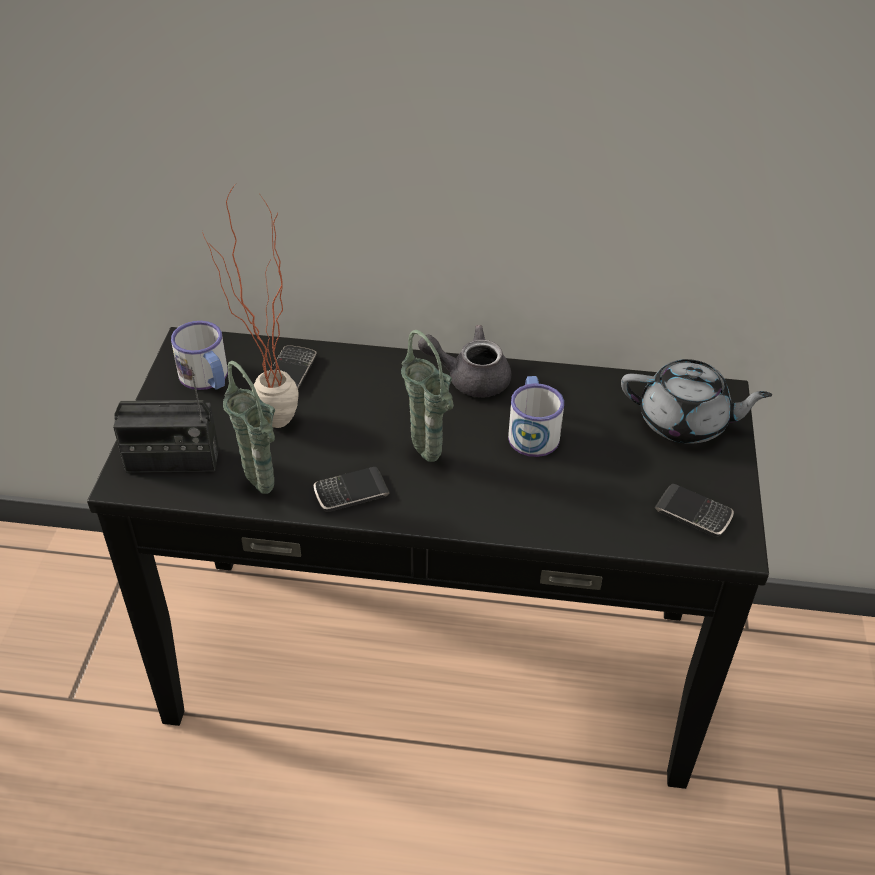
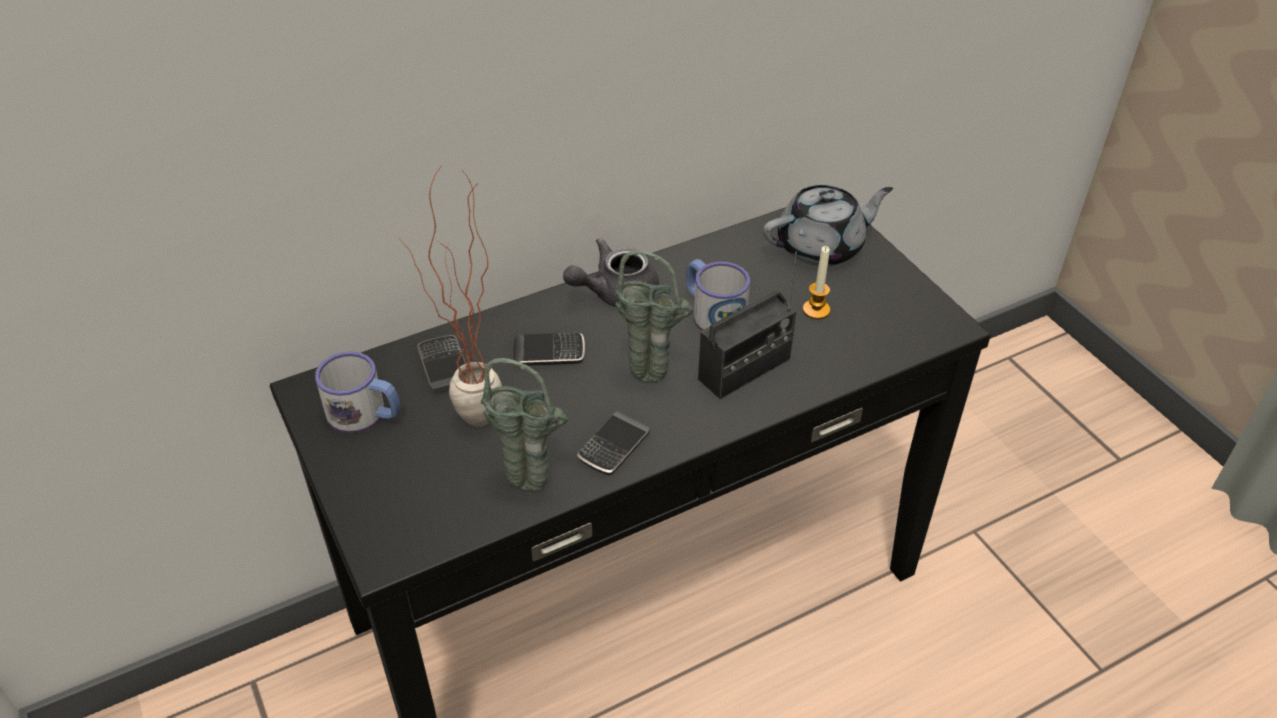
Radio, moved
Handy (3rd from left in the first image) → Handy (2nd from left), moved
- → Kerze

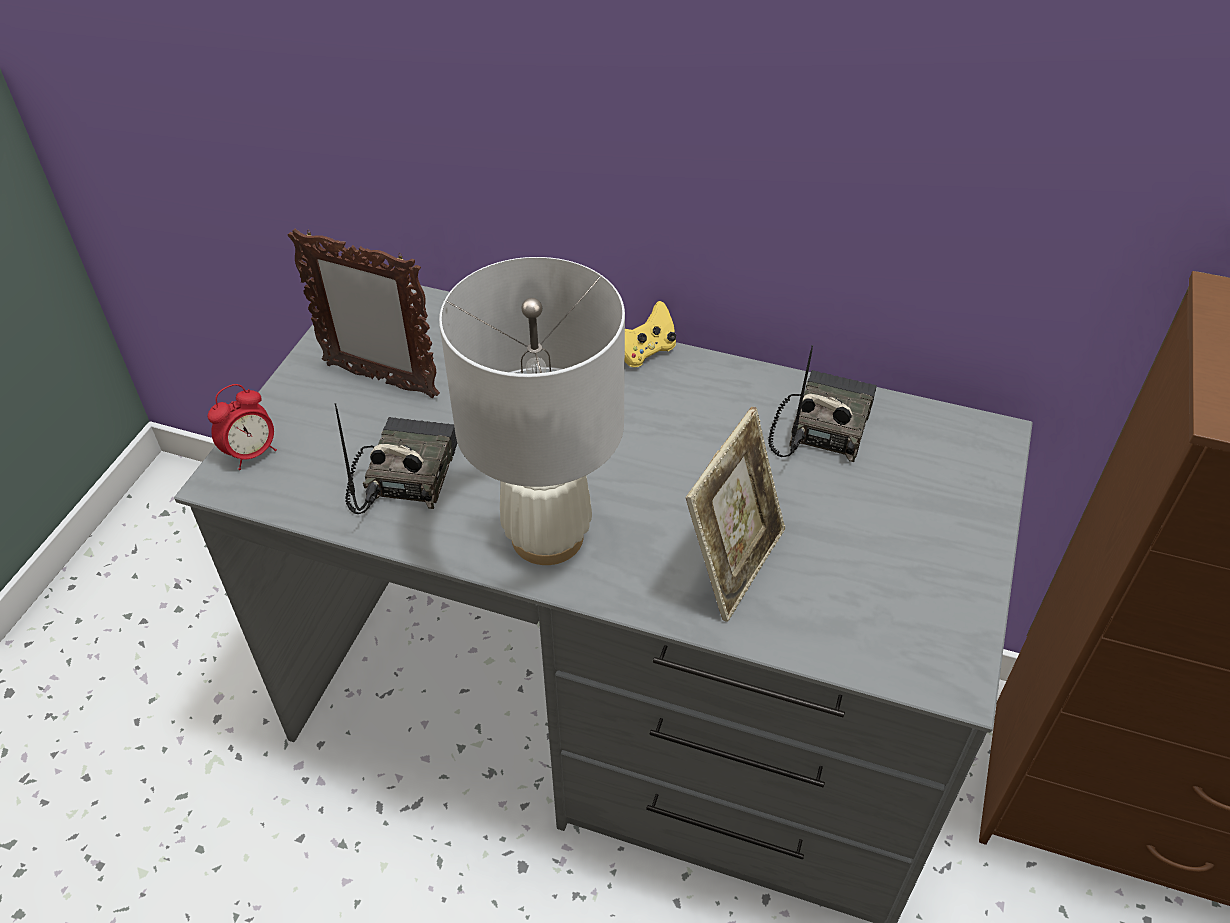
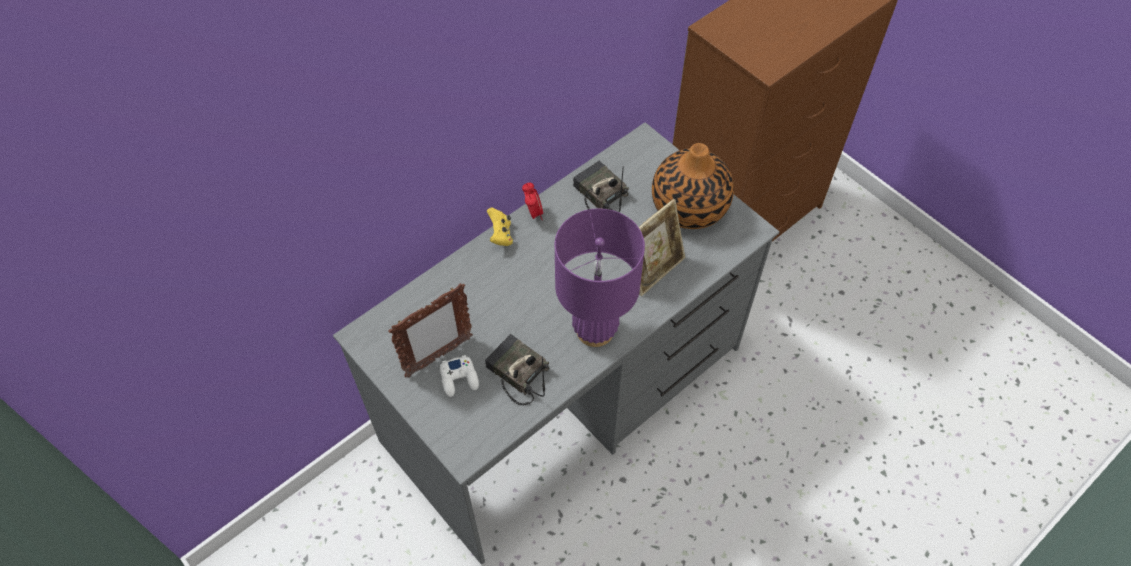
Wecker, moved
Tischlampe (weiß) → Tischlampe (lila)
Bilderrahmen (2nd from left), 75 degrees clockwise
- → Gamepad (weiß)
- → Vase

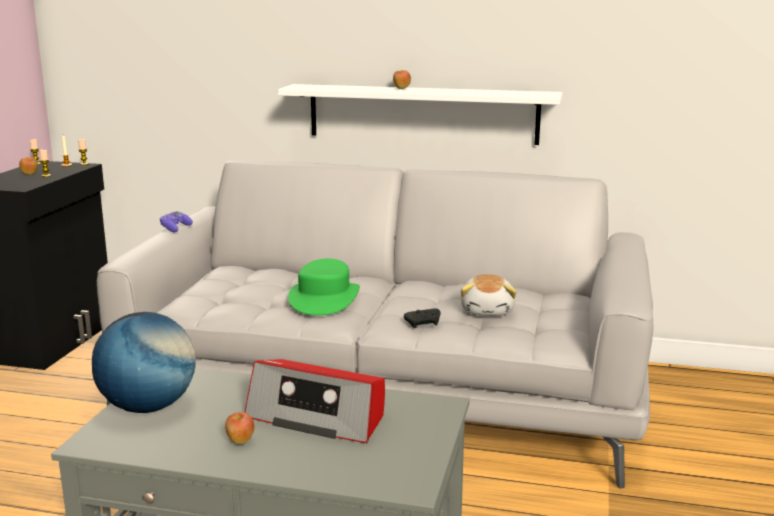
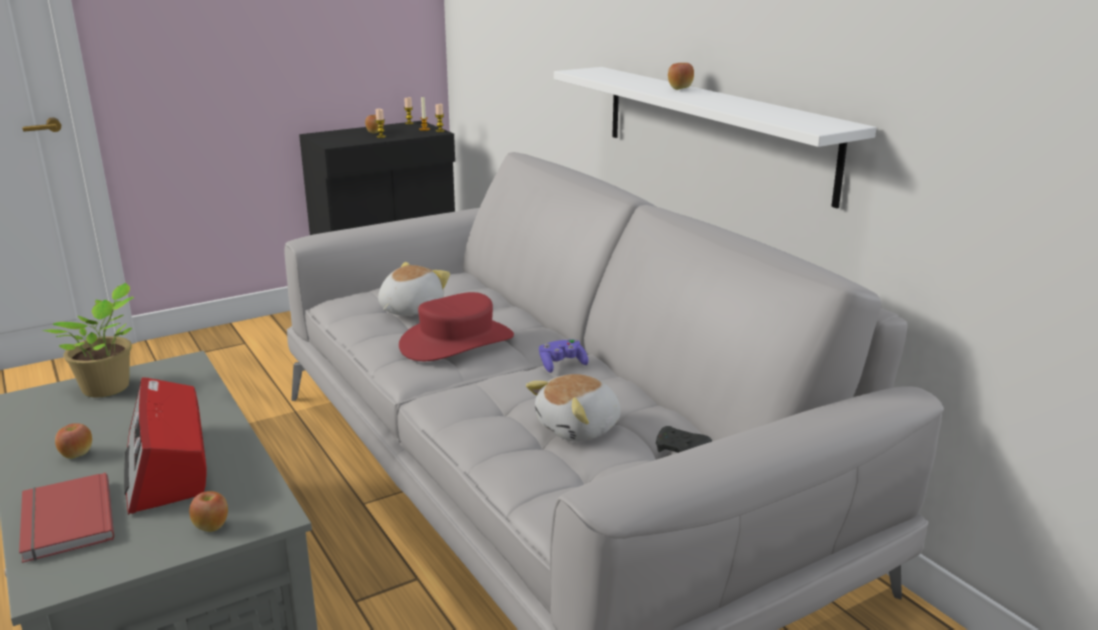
Globus → Topfpflanze
Gamepad (lila), moved
Hut (grün) → Hut (rot)
Gamepad (schwarz), moved
- → Buch (rot)
- → Apfel (2nd from left)
- → Plüschtier (1st from left)

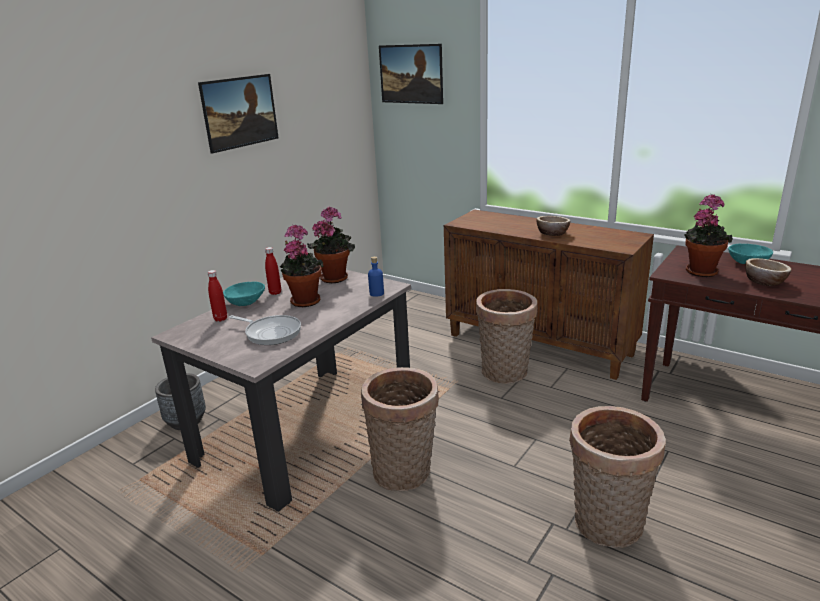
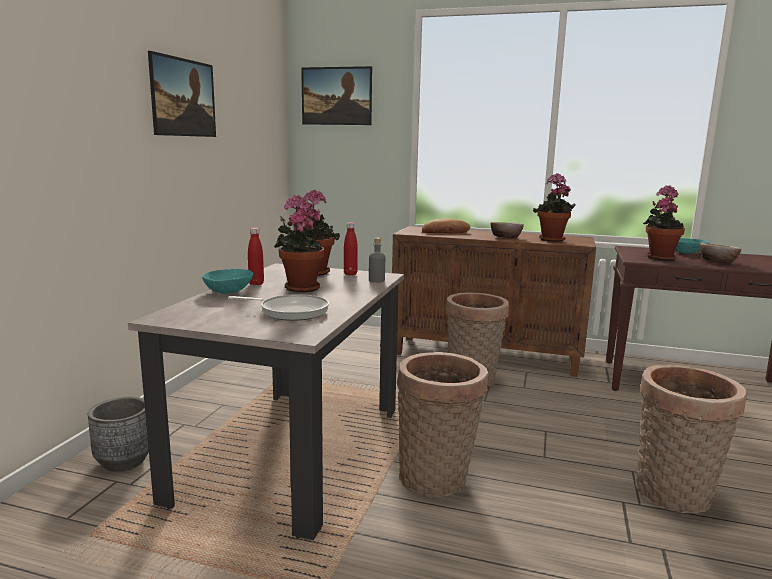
Flasche (rot) (1st from left in the first image) → Flasche (rot) (2nd from left), moved
Flasche (blau) → Flasche (grau)
- → Brot
- → Topfpflanze (3rd from left)

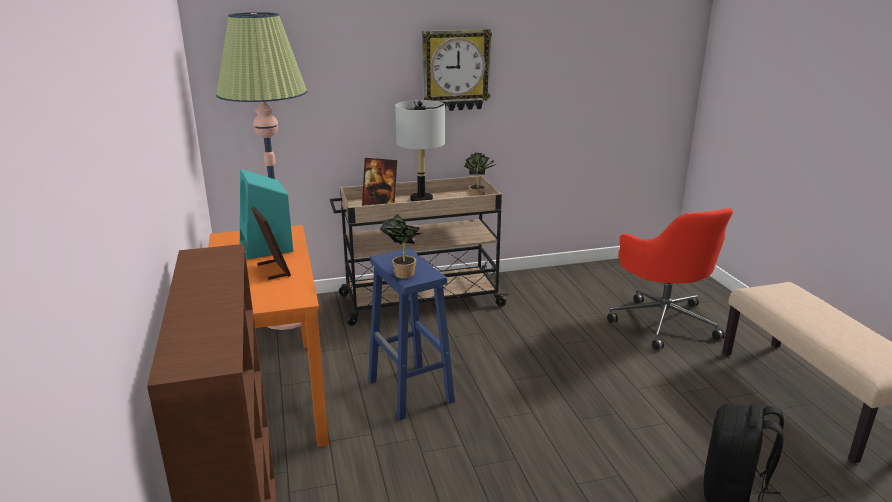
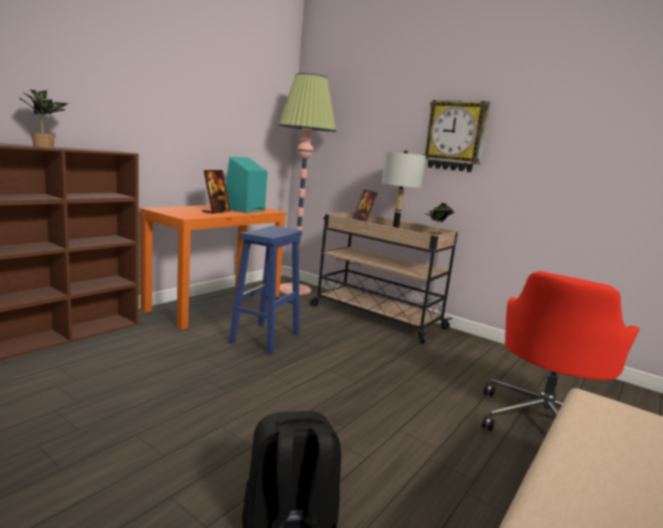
Topfpflanze (1st from left), moved

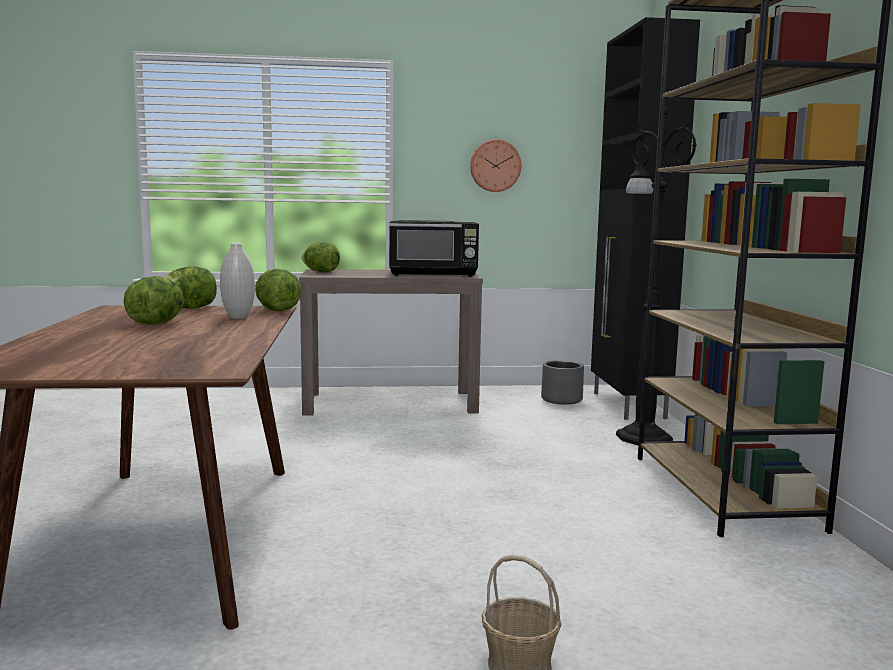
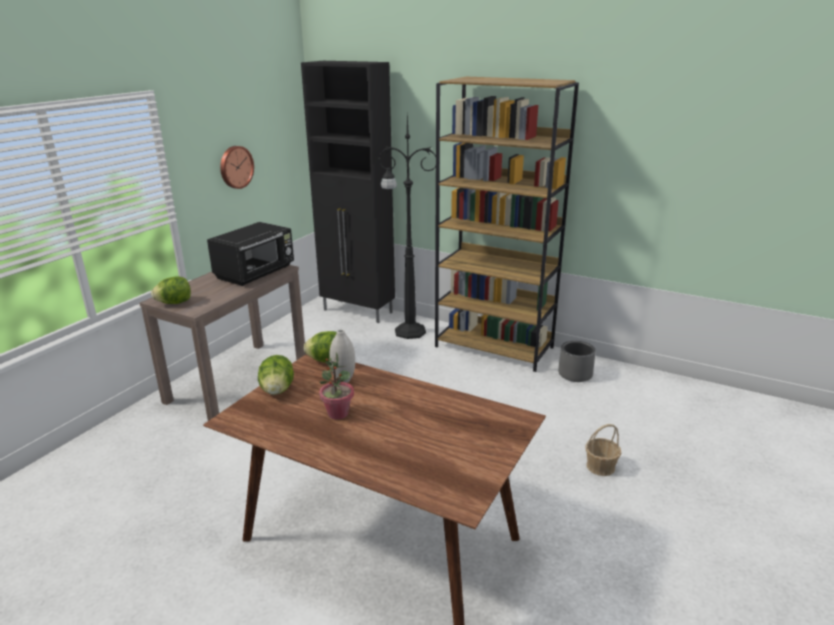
Salatkopf (1st from left) → Topfpflanze
Pflanzkübel (grau), moved

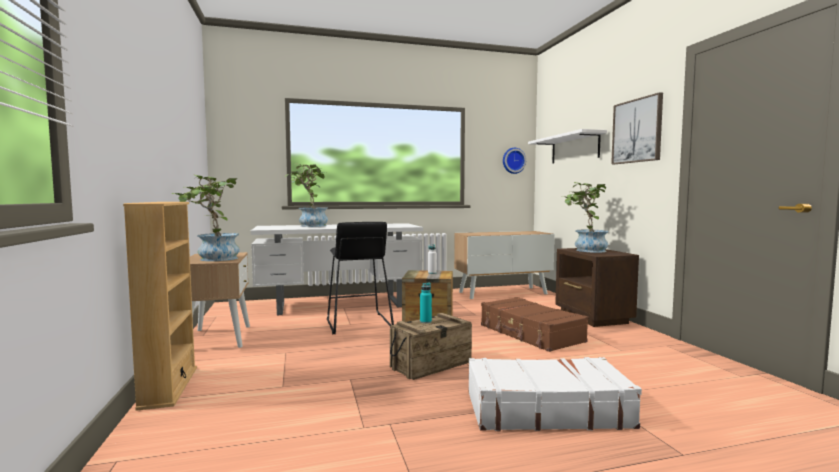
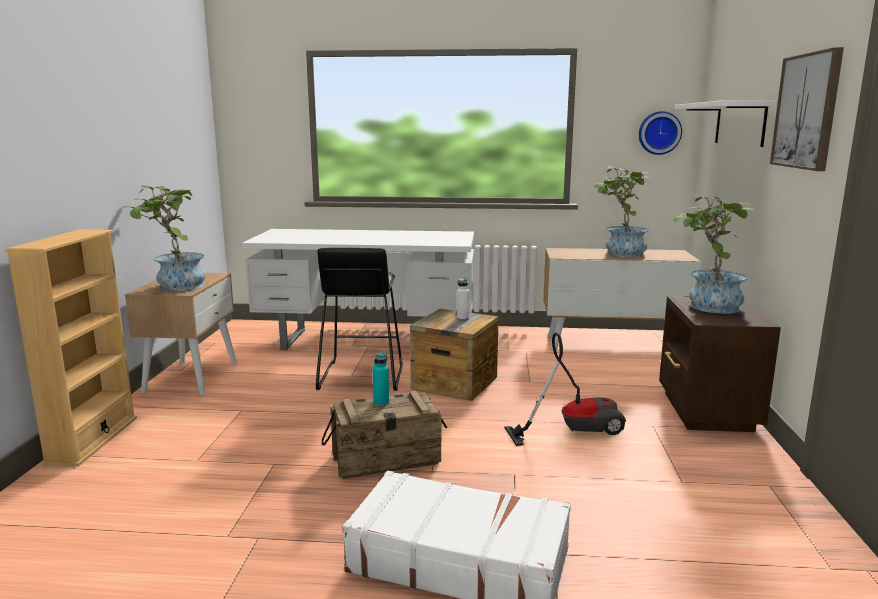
Topfpflanze (2nd from left), moved
Koffer (braun) → Staubsauger

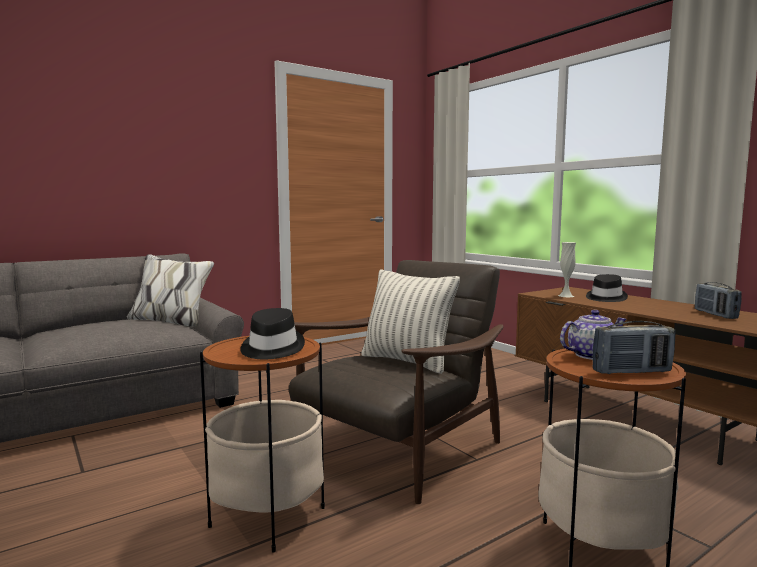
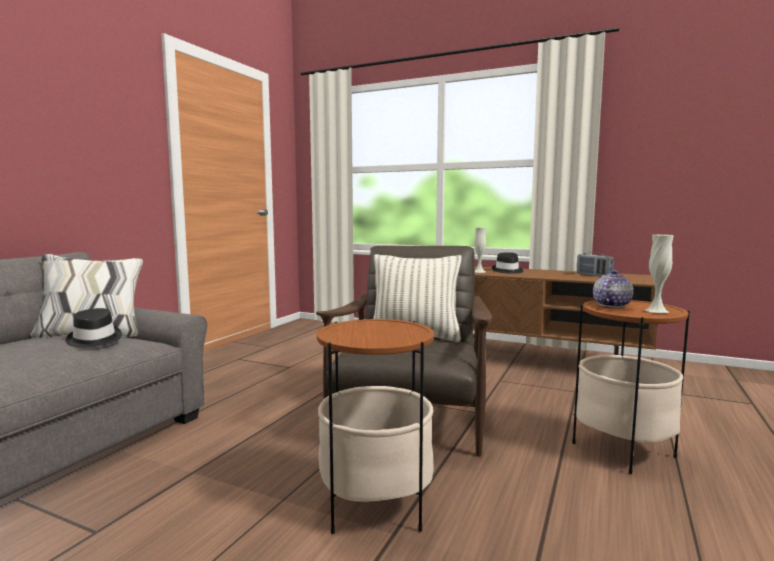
Hut (schwarz) (1st from left), moved
Radio (1st from left) → Vase (weiß) (2nd from left)

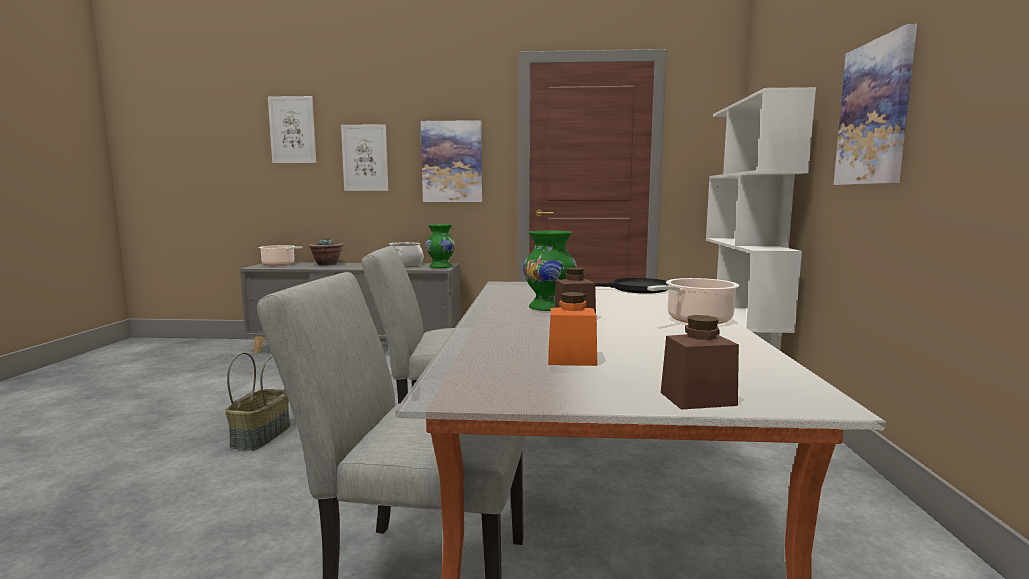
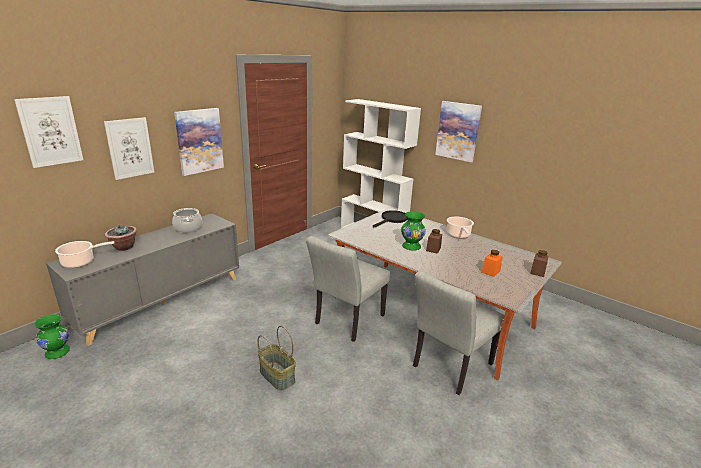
Vase (grün) (1st from left), moved

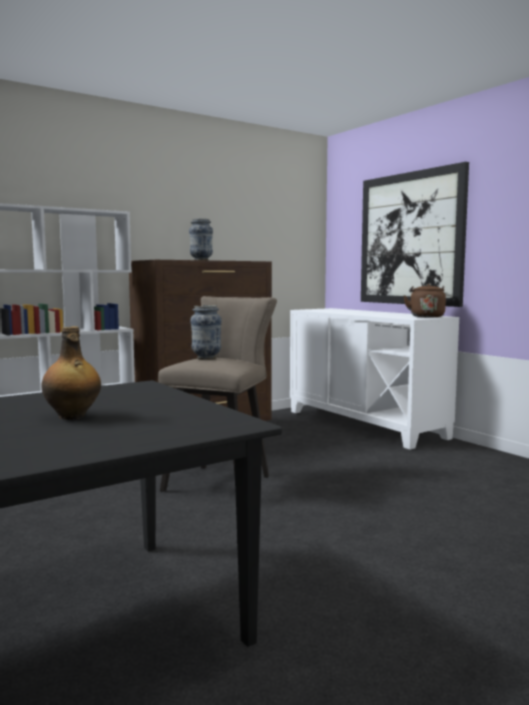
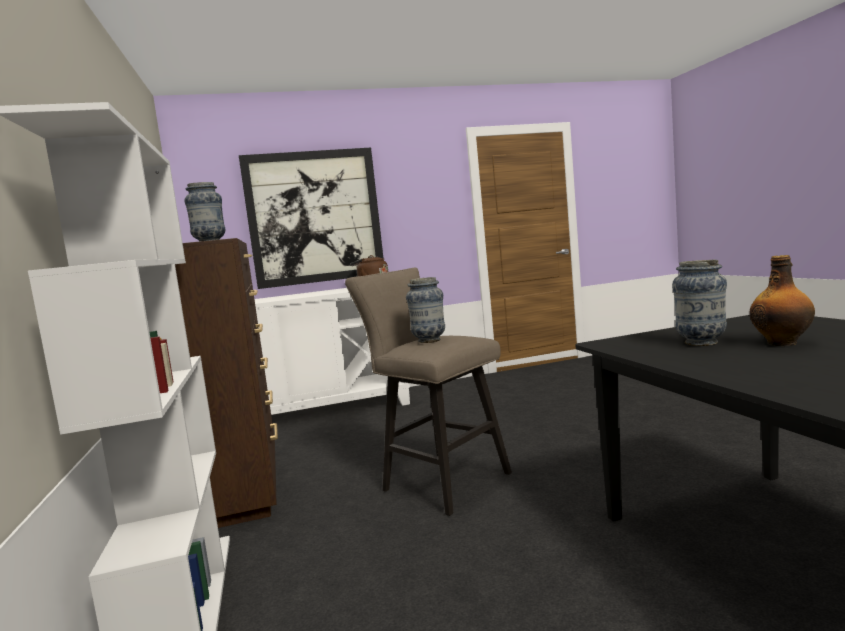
- → Vase (3rd from left)

